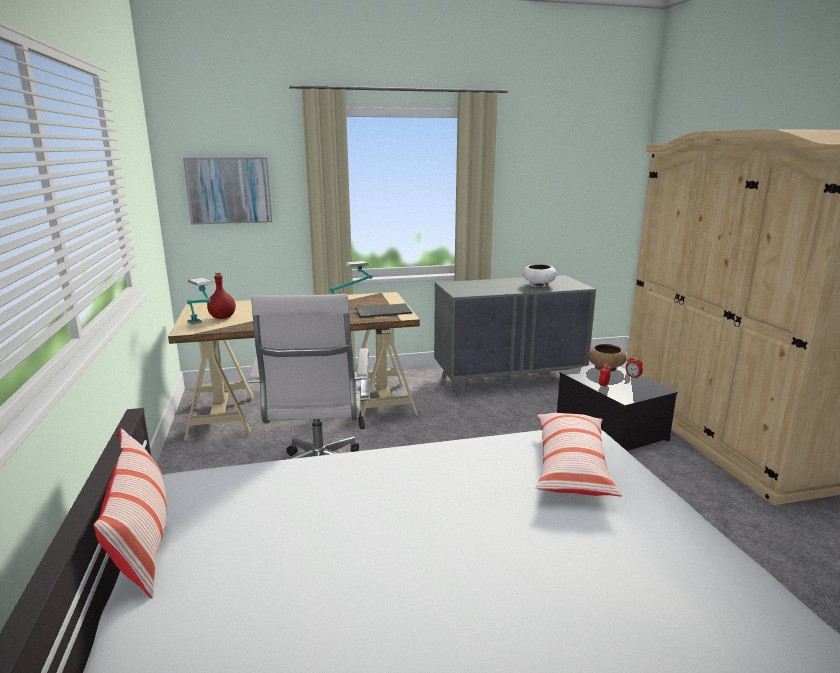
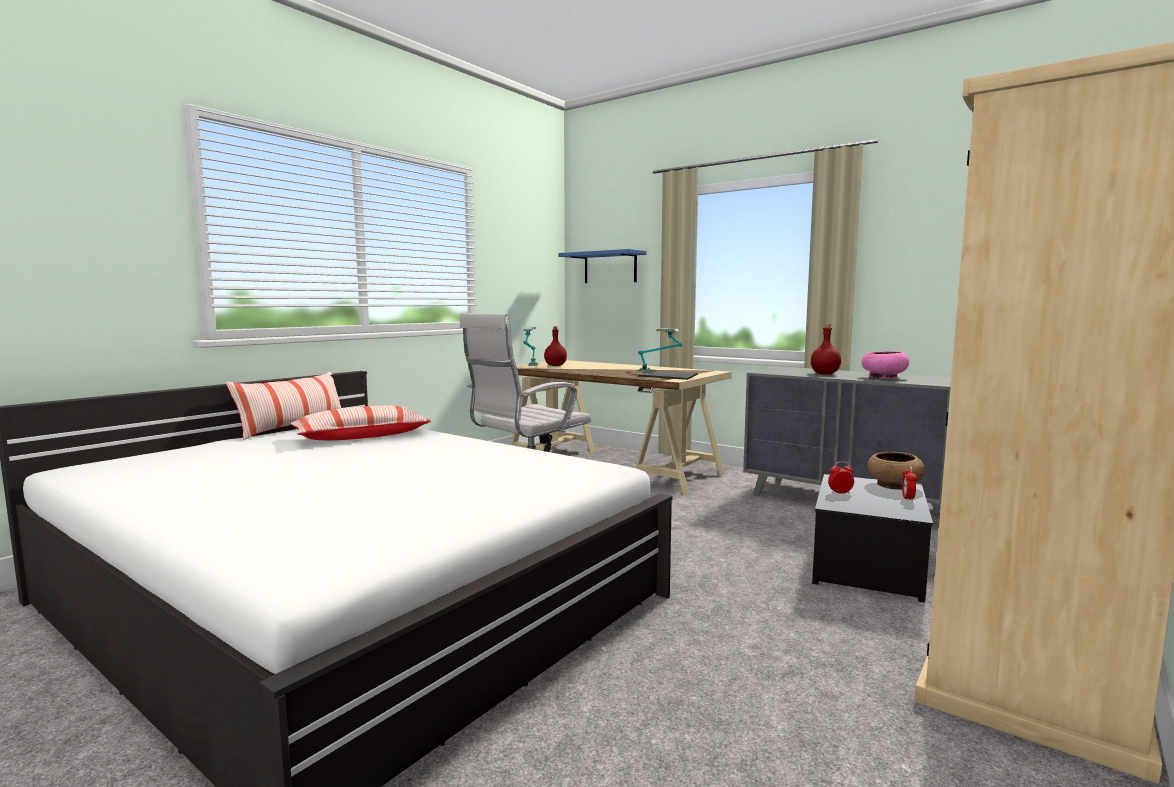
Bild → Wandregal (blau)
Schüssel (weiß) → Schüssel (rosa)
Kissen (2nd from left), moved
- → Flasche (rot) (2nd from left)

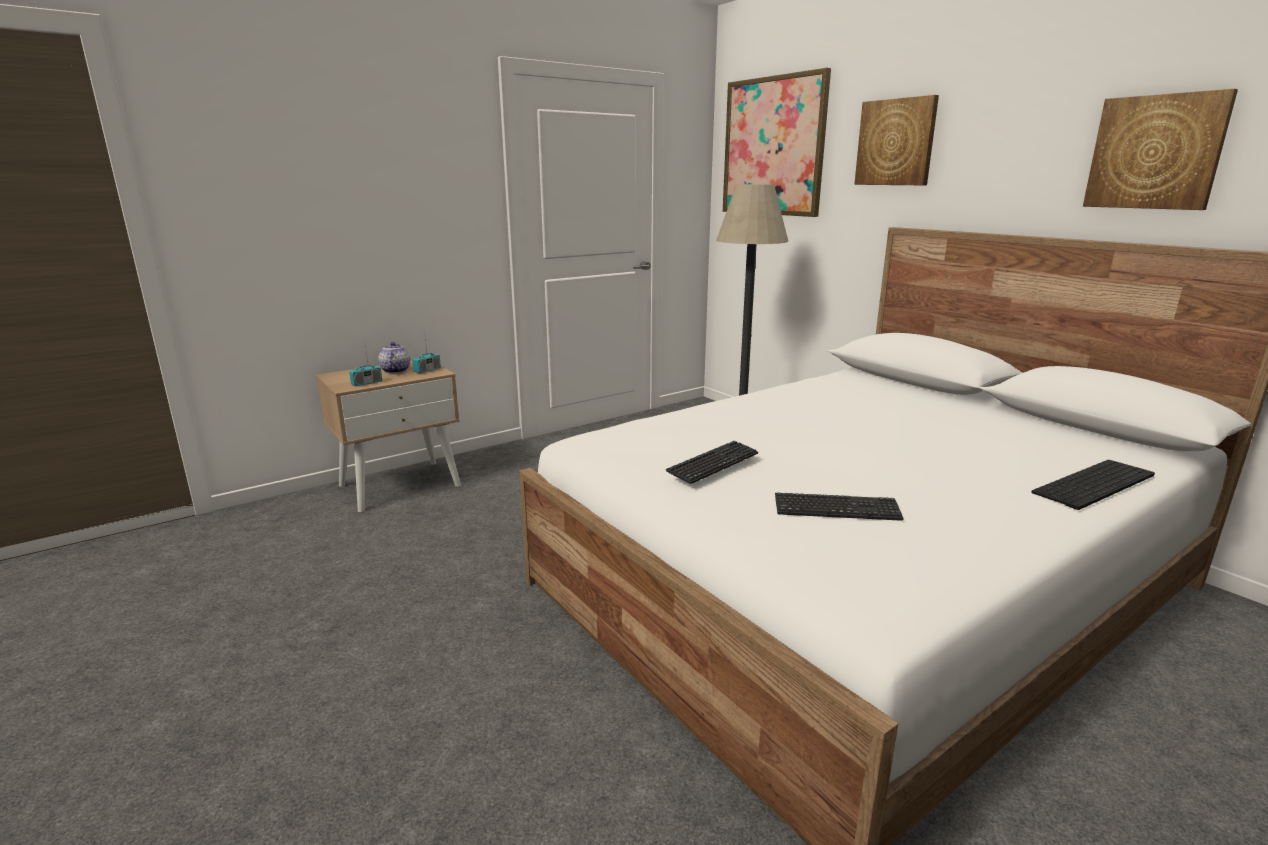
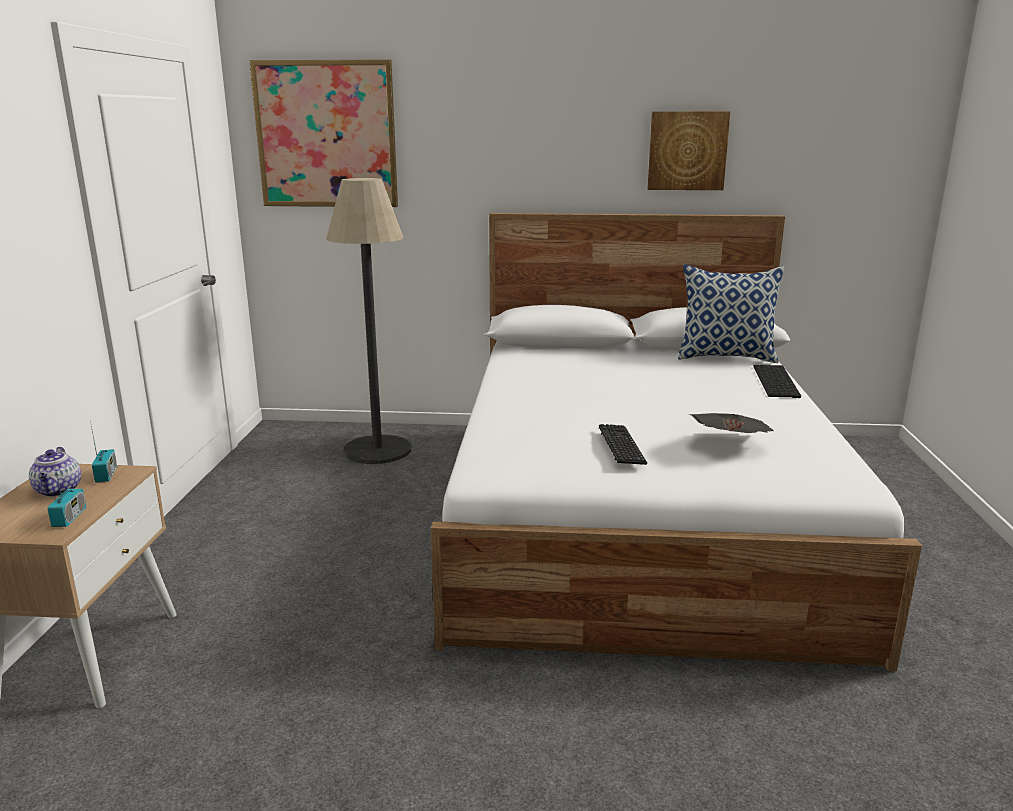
Teekanne, 135 degrees counterclockwise
Tastatur (2nd from left) → Zeitung
Bild (2nd from left) → -
- → Kissen

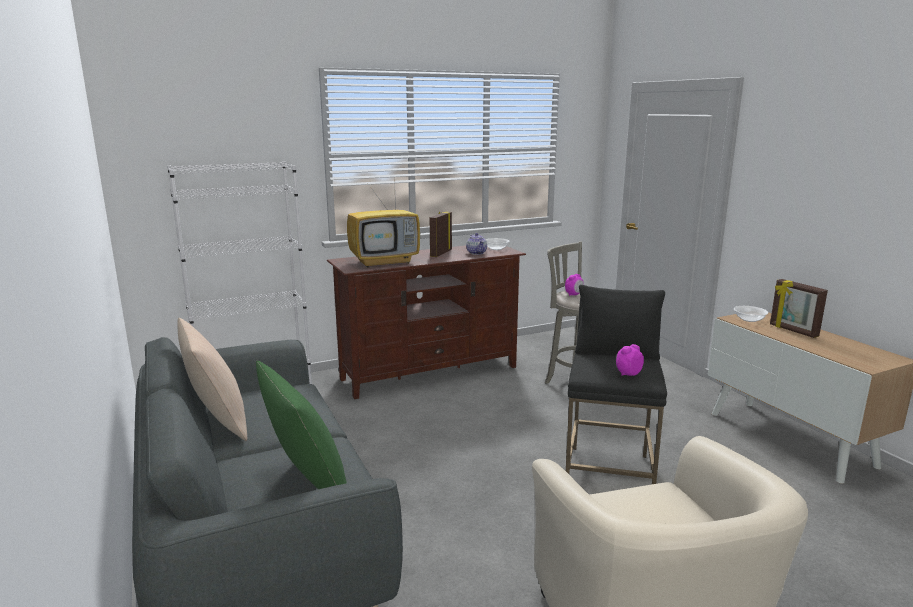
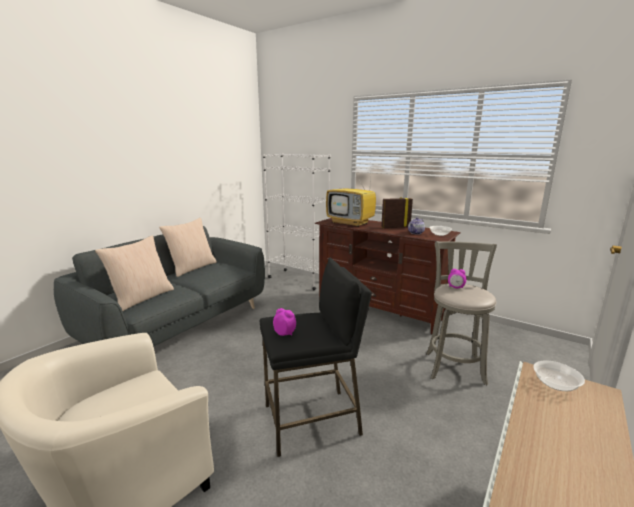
Kissen (grün) → Kissen (beige) (1st from left)
Bilderrahmen (2nd from left) → -

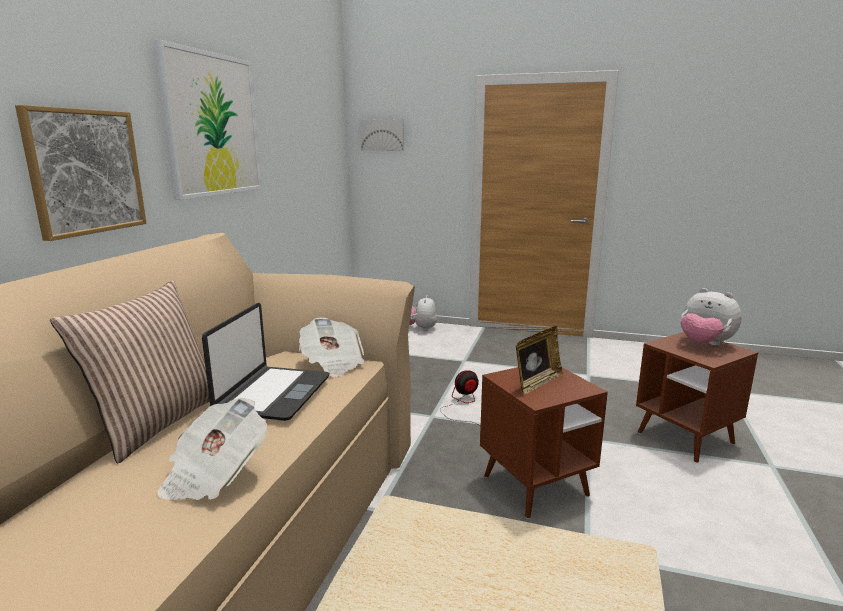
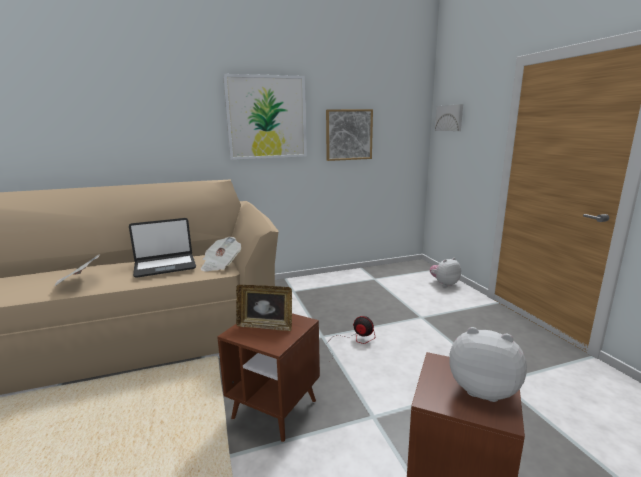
Bild (1st from left in the first image) → Bild (2nd from left), moved
Kissen → -
Plüschtier (2nd from left), 105 degrees clockwise

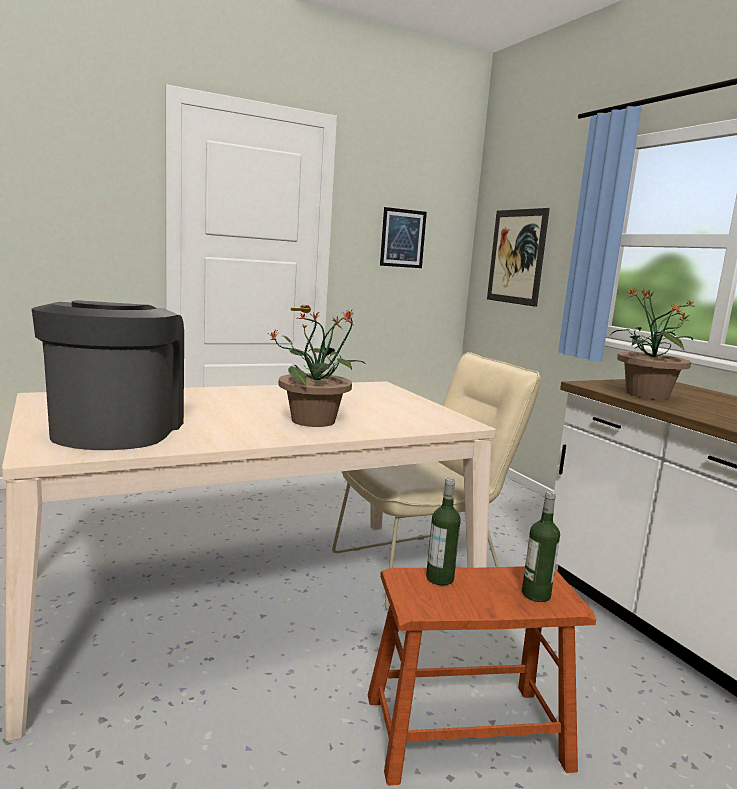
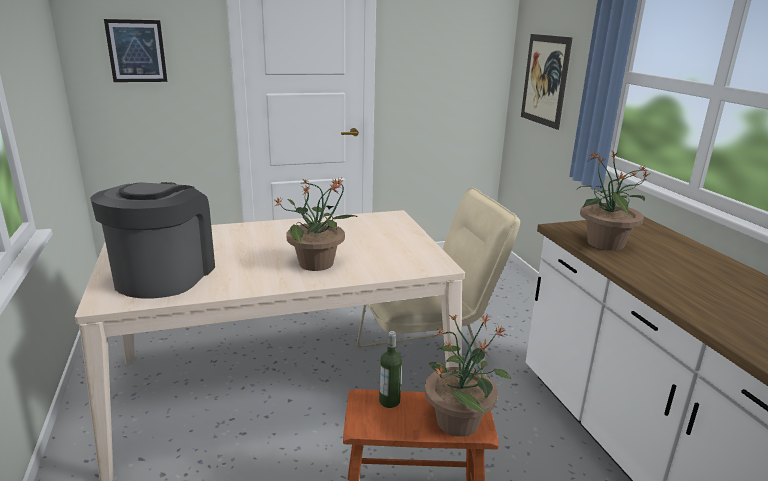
Bild (1st from left), moved
Flasche (2nd from left) → Topfpflanze (2nd from left)

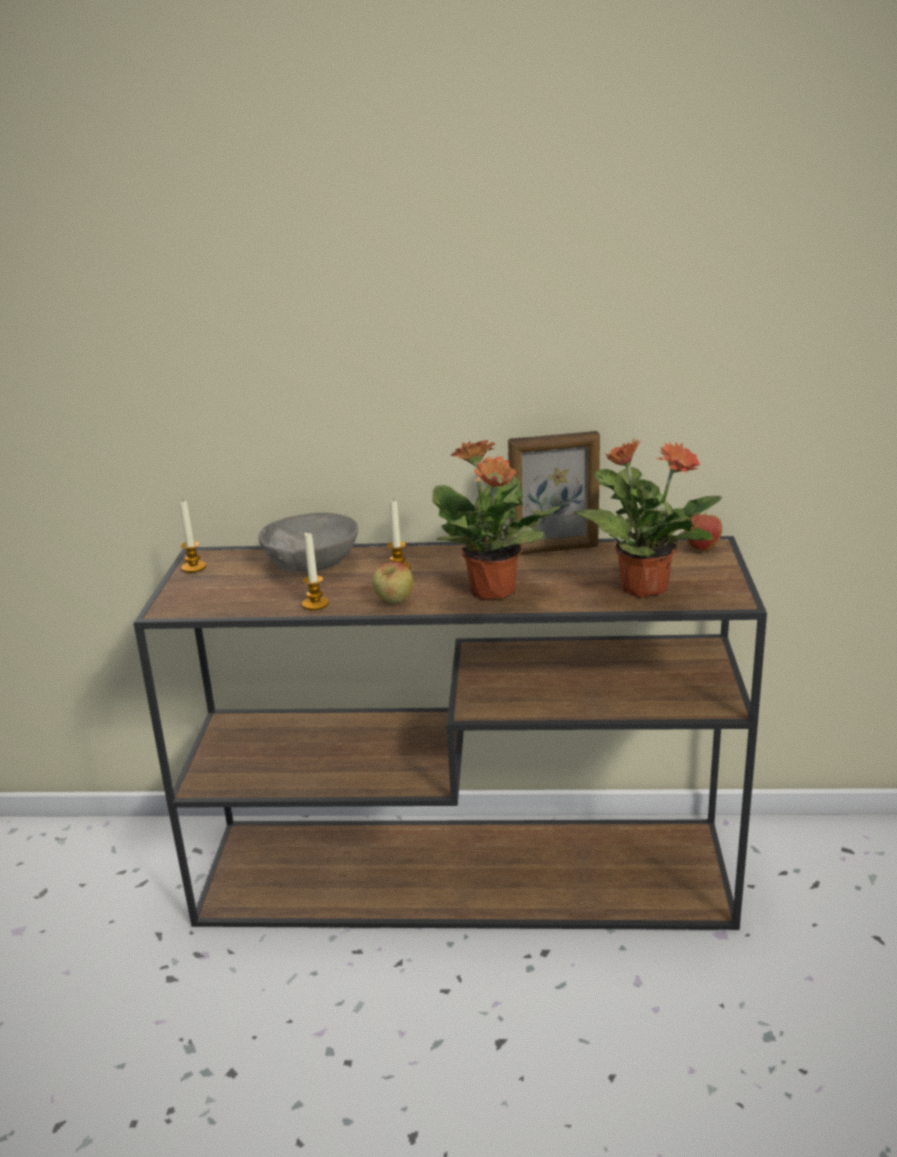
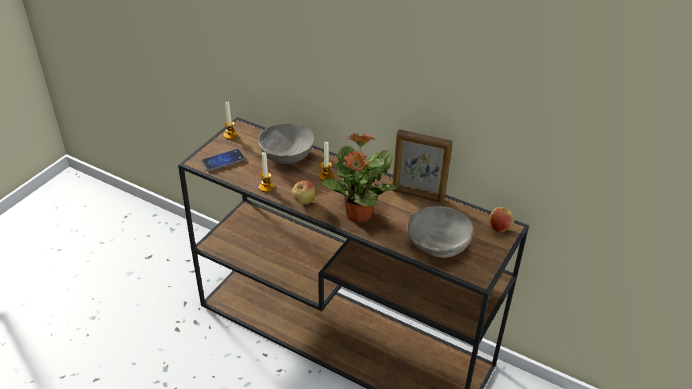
Topfpflanze (2nd from left) → Schüssel (grau) (2nd from left)
- → Handy

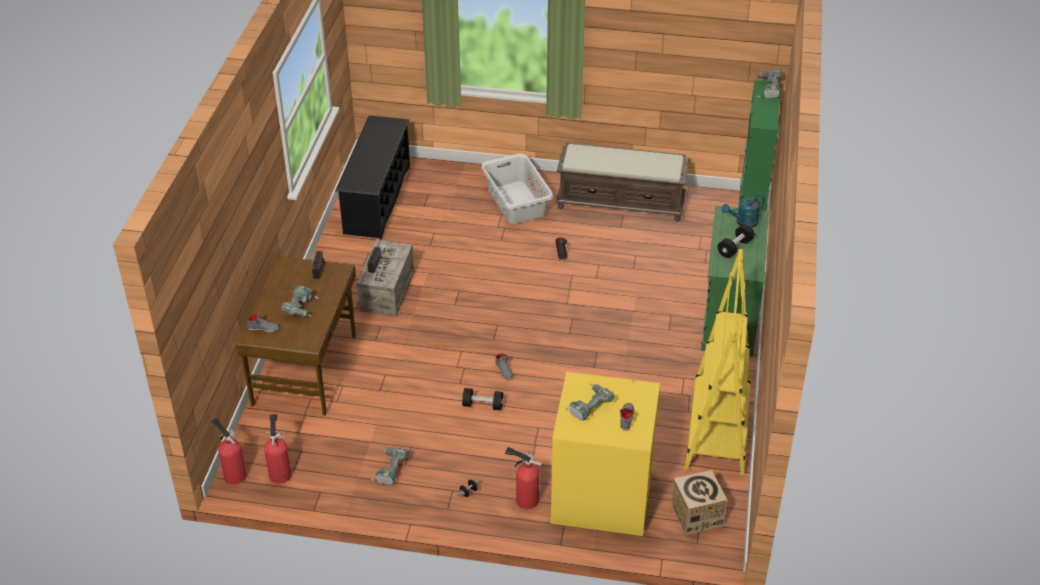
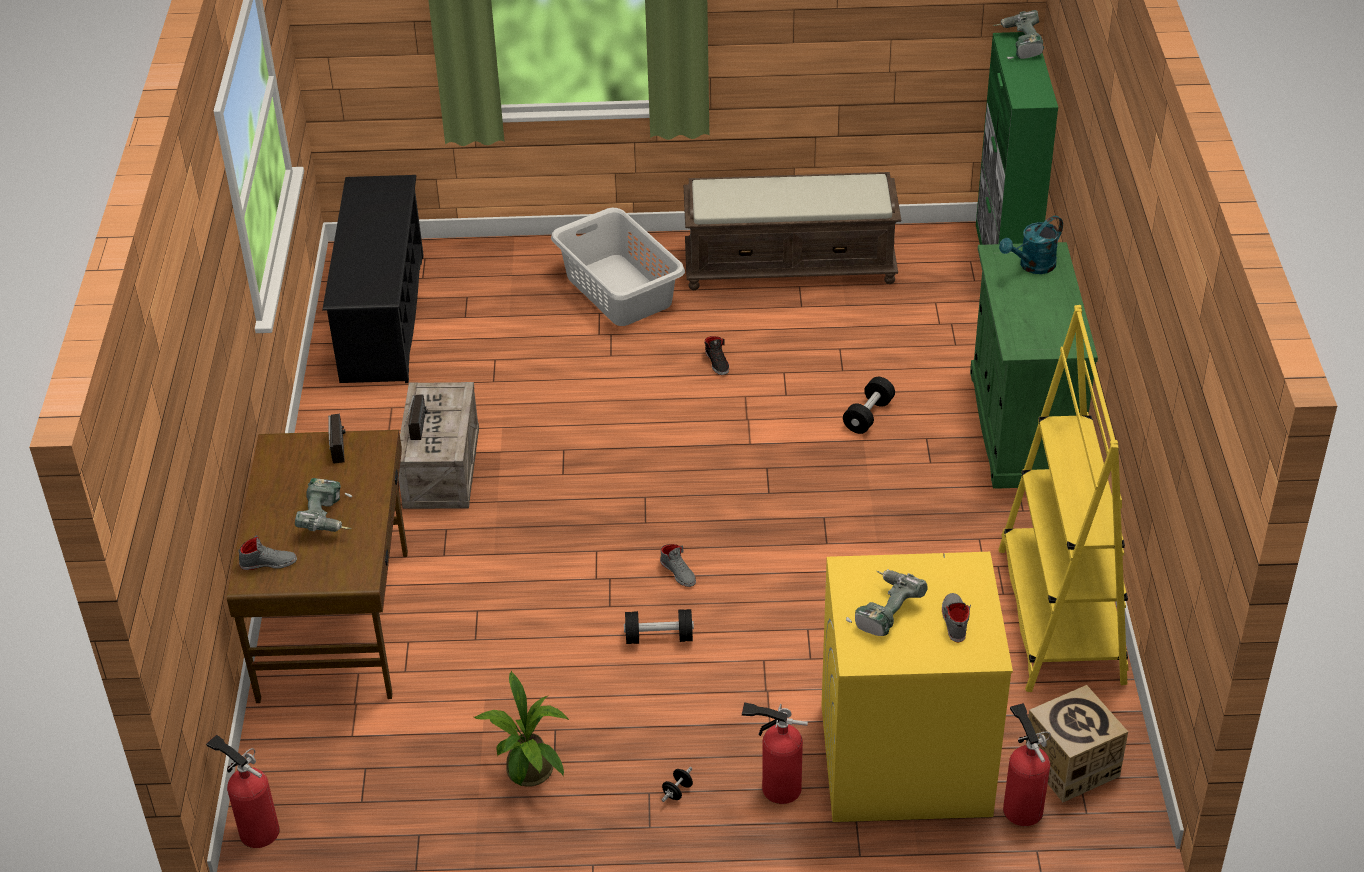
Feuerlöscher (2nd from left in the first image) → Feuerlöscher (3rd from left), moved
Bohrmaschine (2nd from left) → Topfpflanze
Hantel (schwarz) (3rd from left), moved

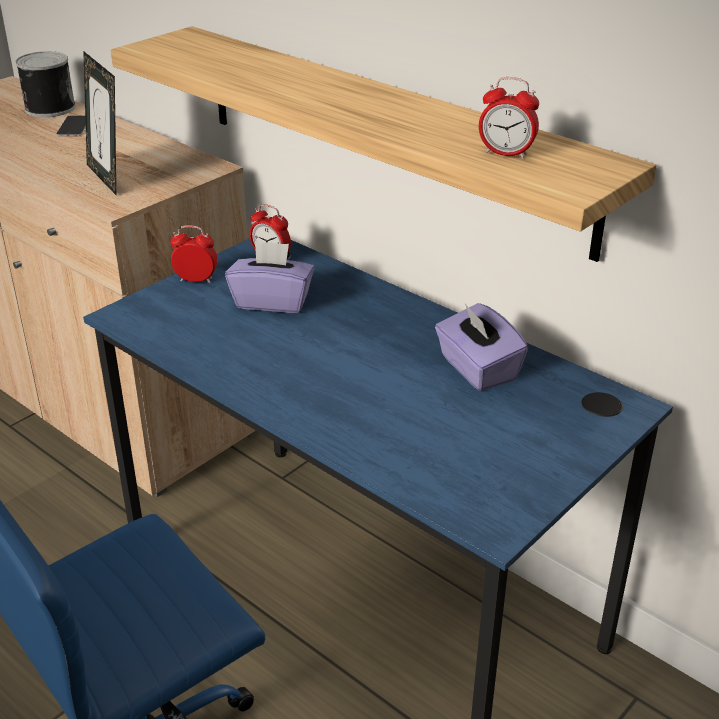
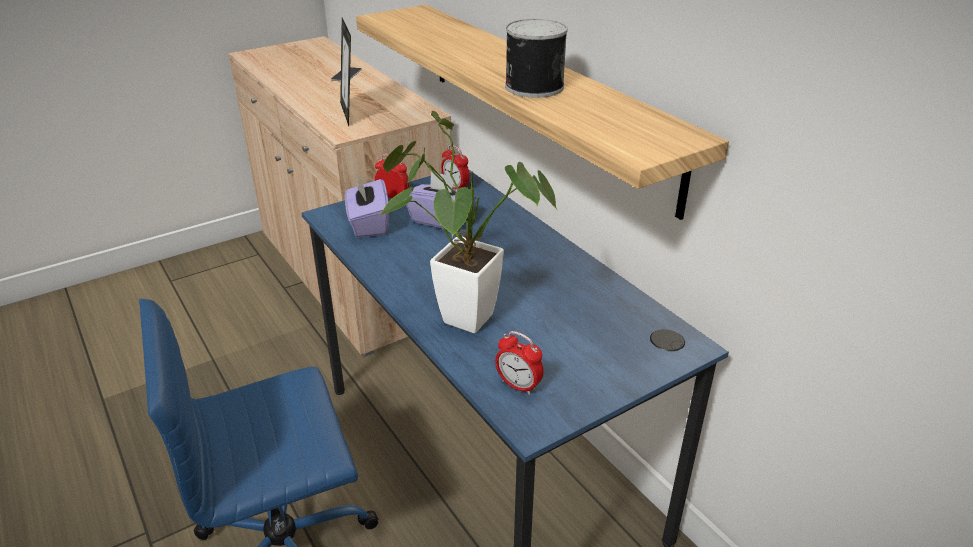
Dose, moved
Taschentuchbox (lila) (2nd from left in the first image) → Taschentuchbox (lila) (1st from left), moved
Wecker (3rd from left), moved
- → Topfpflanze

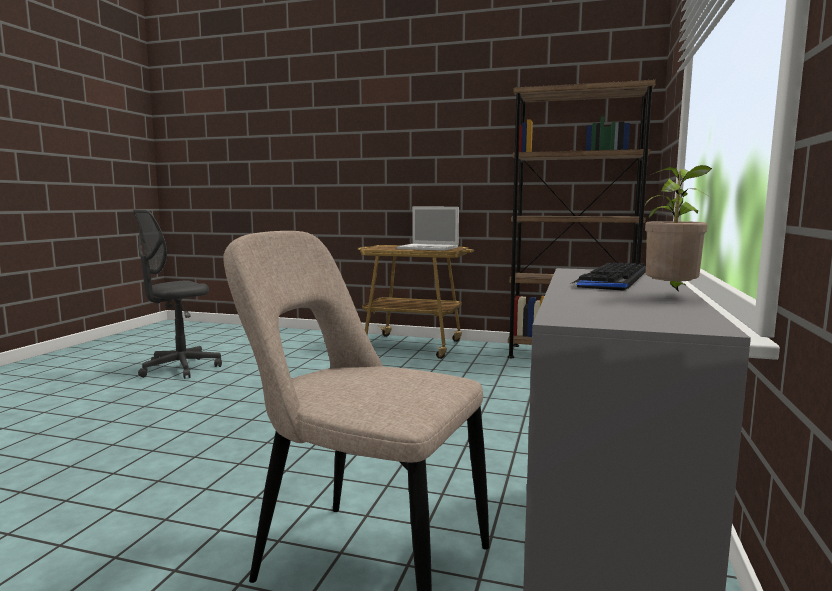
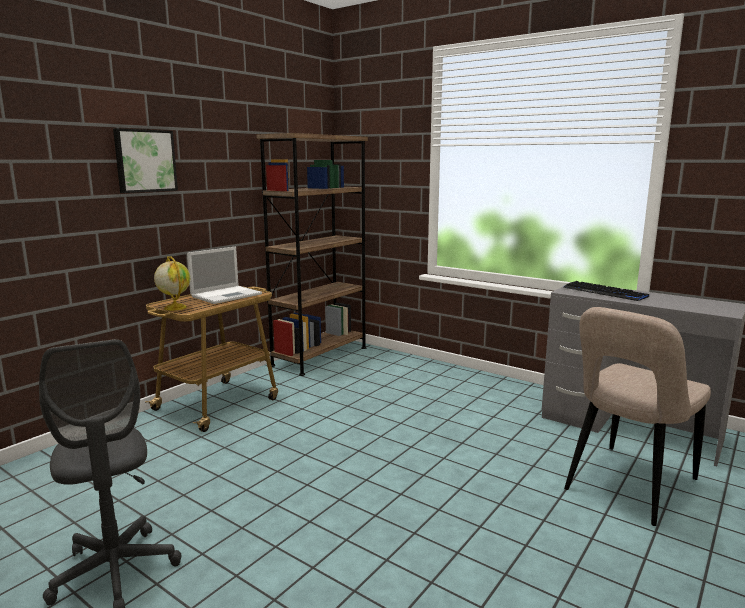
Topfpflanze → -
- → Bild
- → Globus

